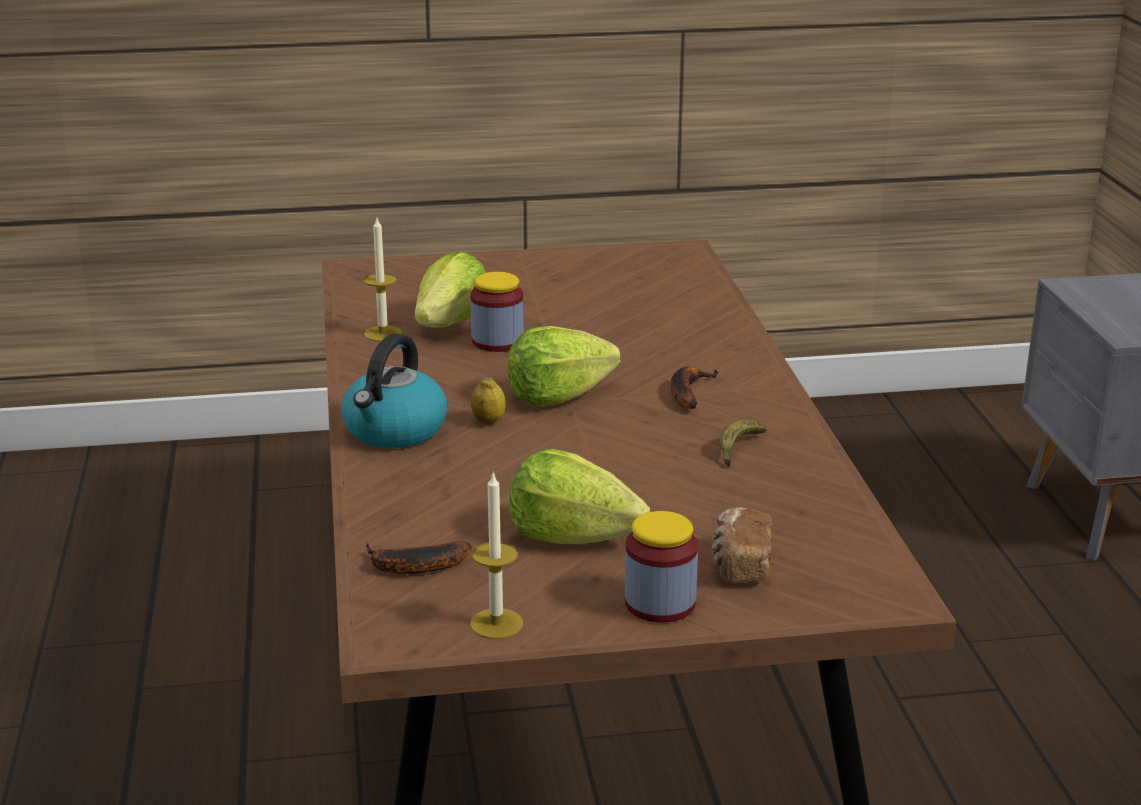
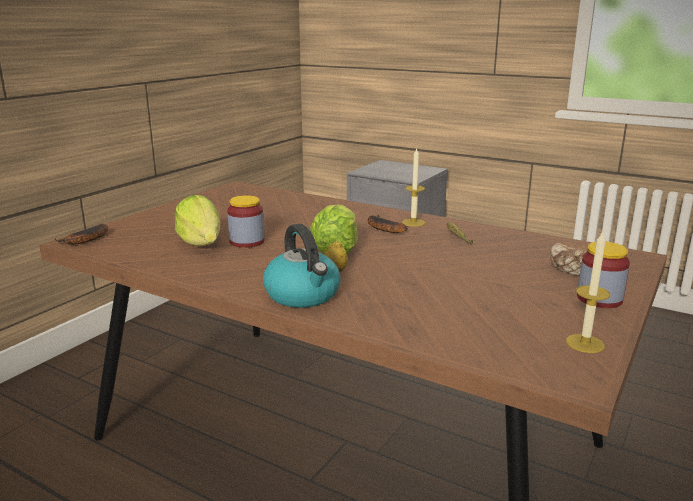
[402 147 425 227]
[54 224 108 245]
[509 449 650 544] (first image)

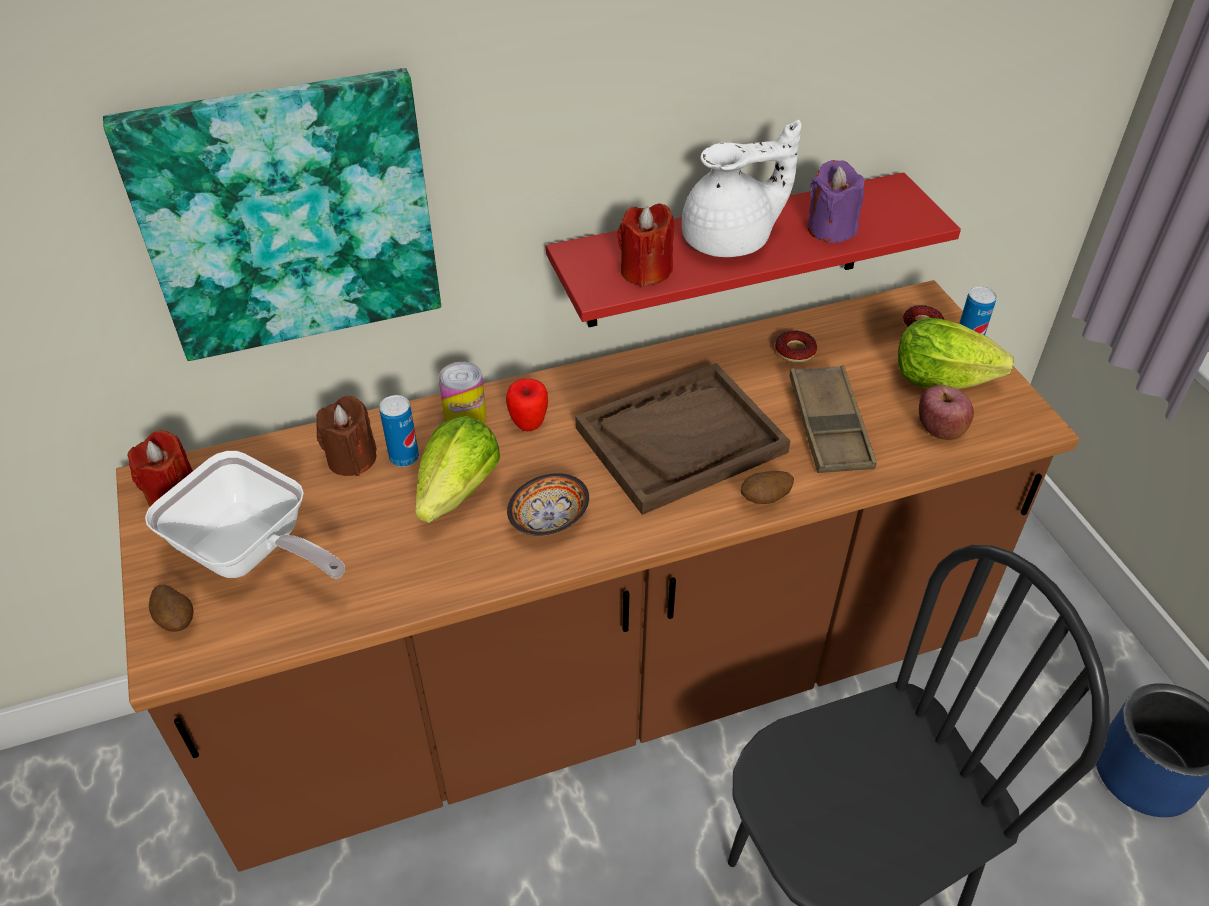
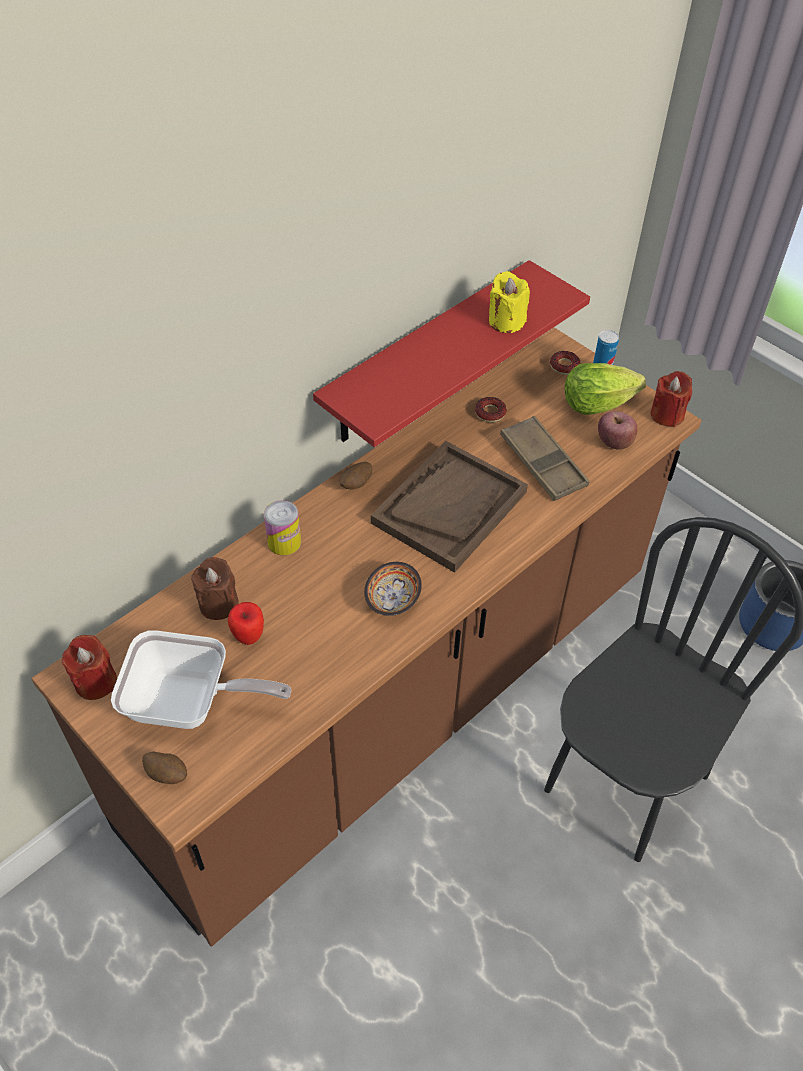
[103 68 441 361] (first image)
[379 395 419 467] (first image)
[415 416 500 523] (first image)
[228 602 264 645]
[651 371 692 427]
[682 120 802 257] (first image)
[339 462 372 490]
[489 271 530 333]

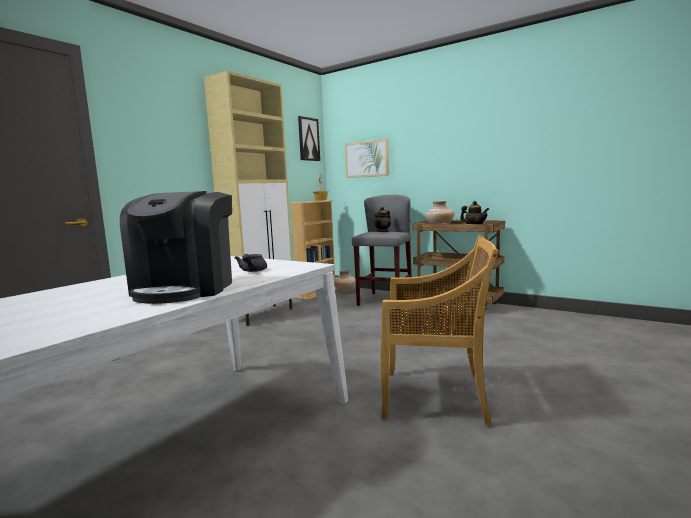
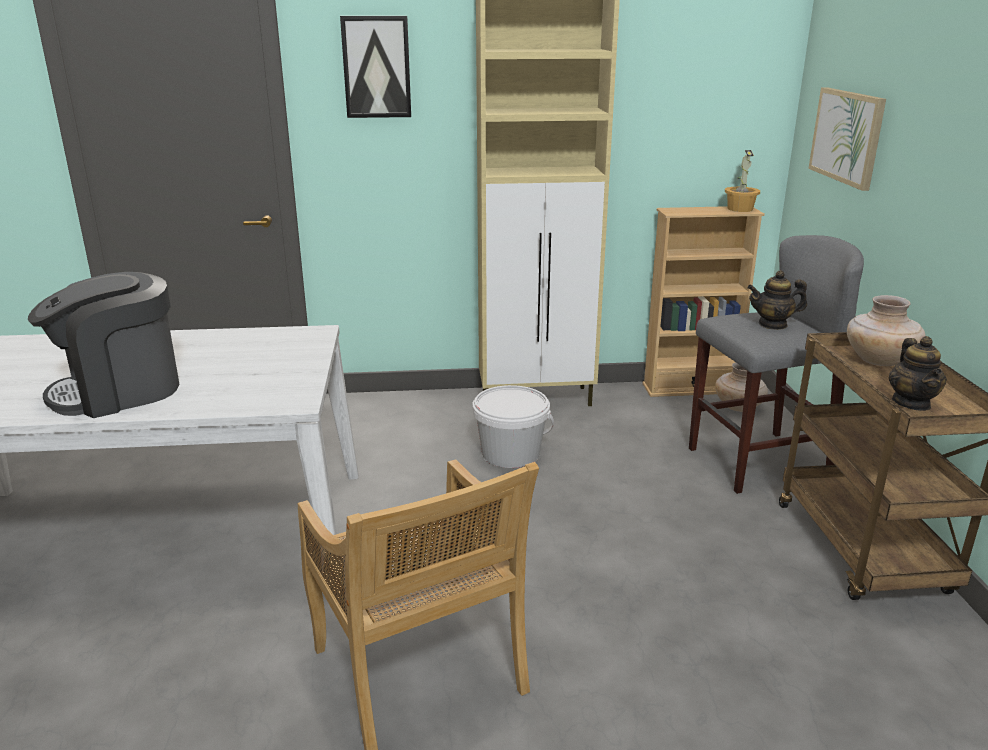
[235 254 267 272] (first image)
[340 16 411 118]
[472 385 554 468]

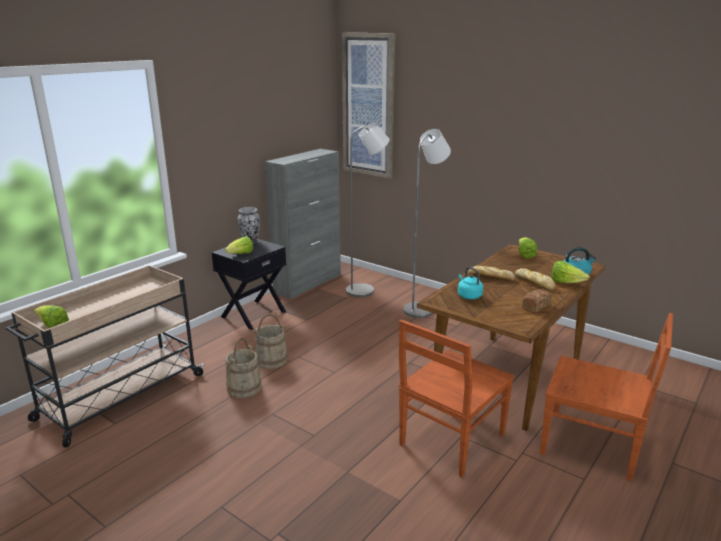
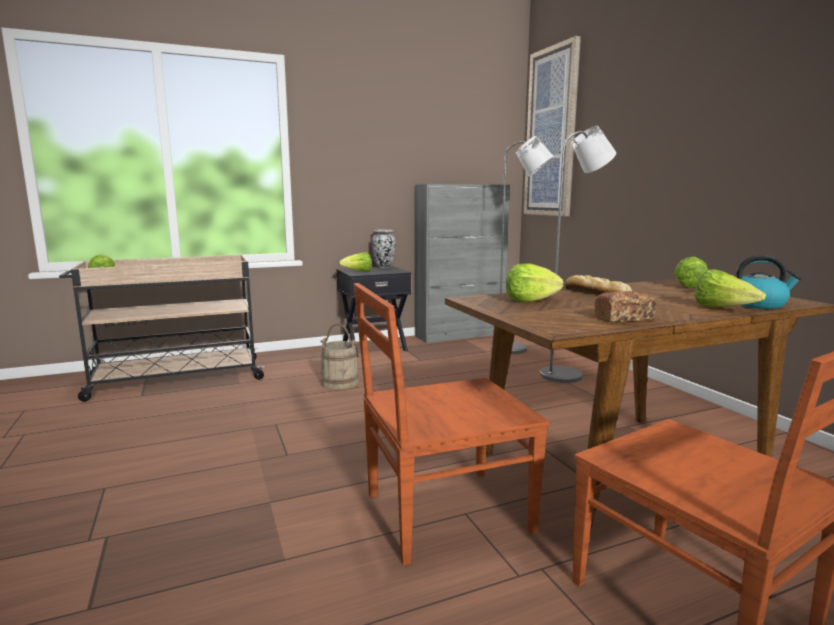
[226 338 261 398] (first image)
[506 264 563 302]
[515 268 555 290] (first image)

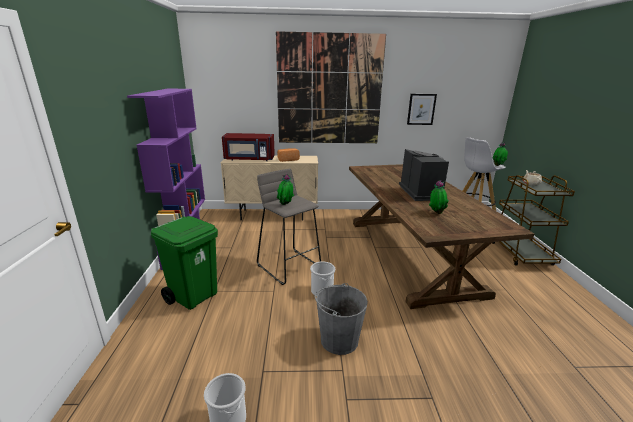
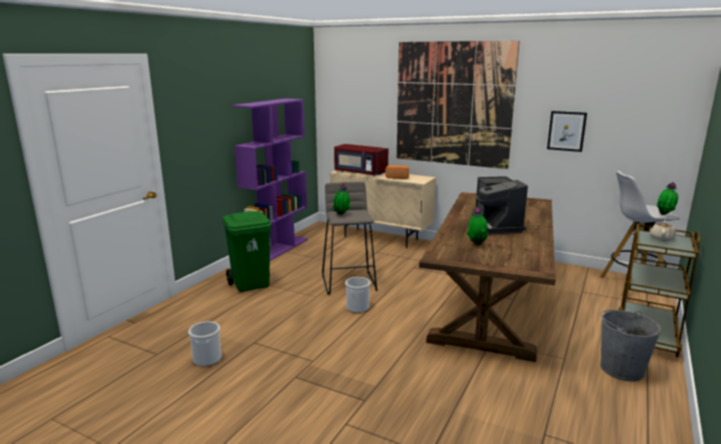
[600 310 661 382]
[473 176 528 234]

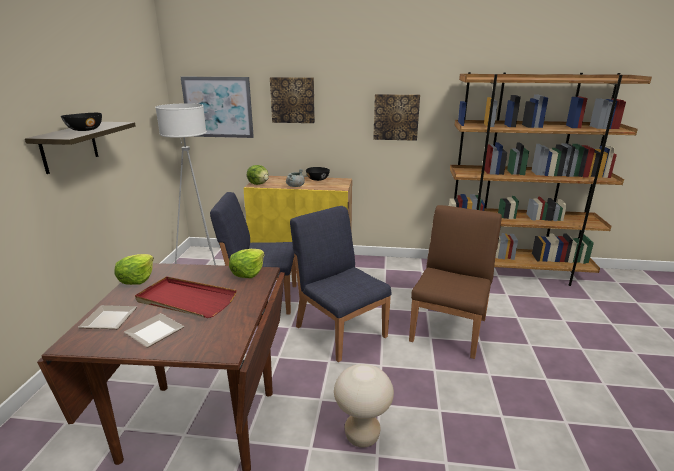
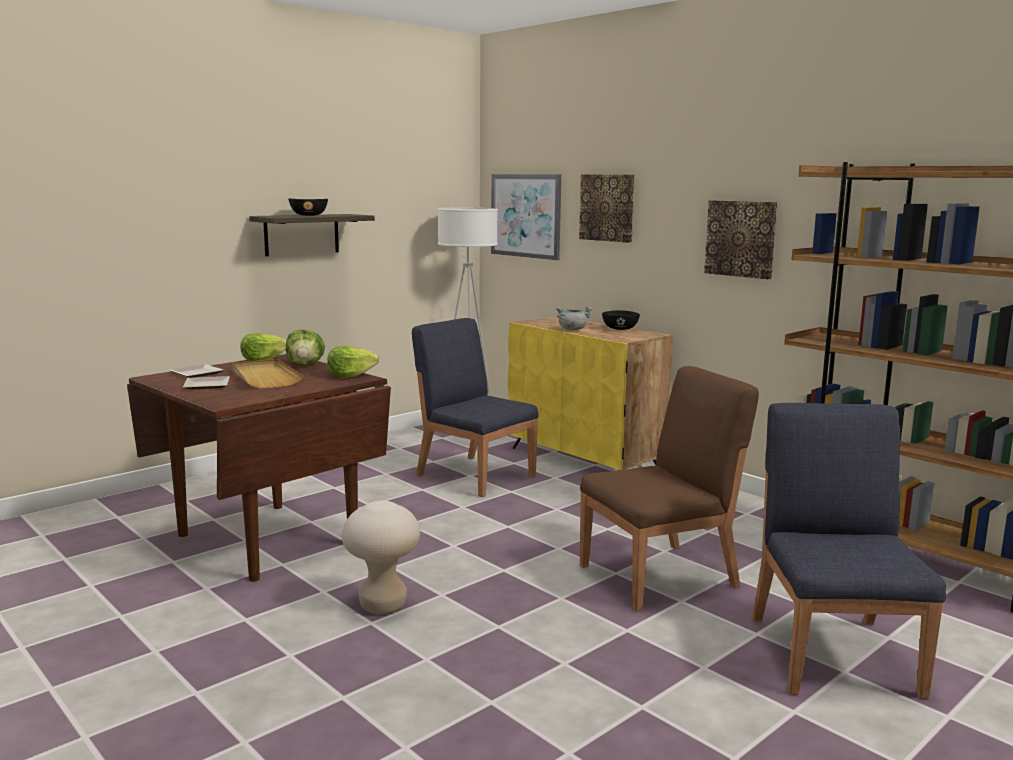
[233 359 303 388]
[286 329 325 366]
[753 403 946 699]

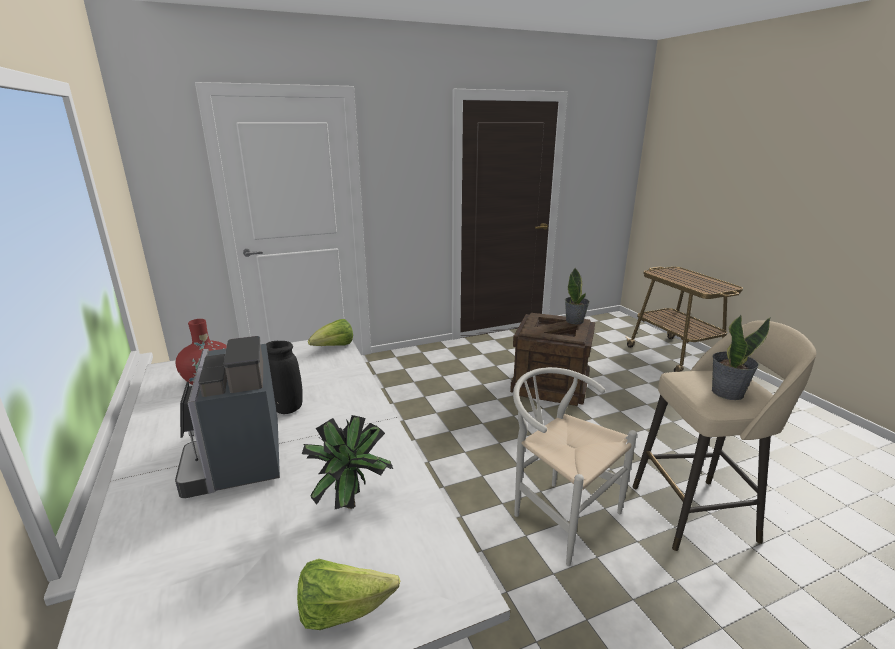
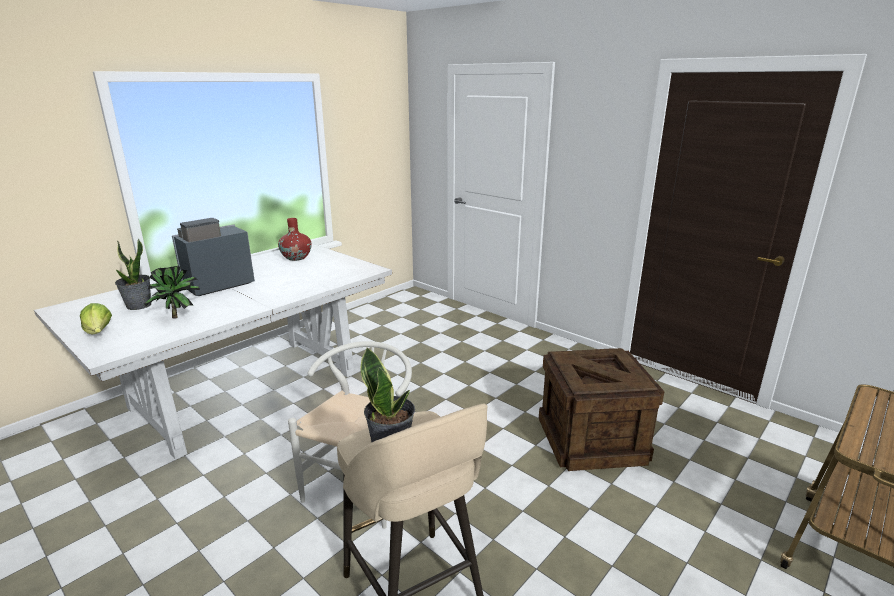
[266 341 303 414] (first image)
[308 319 353 346] (first image)
[115 238 151 310]

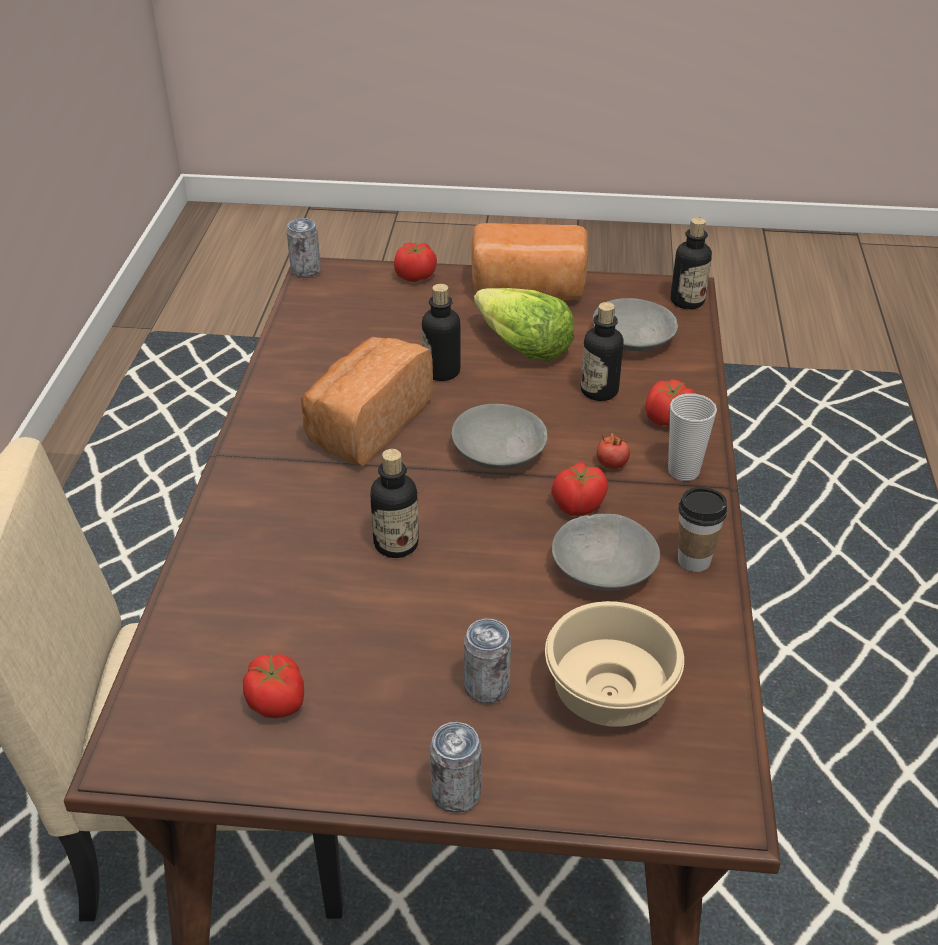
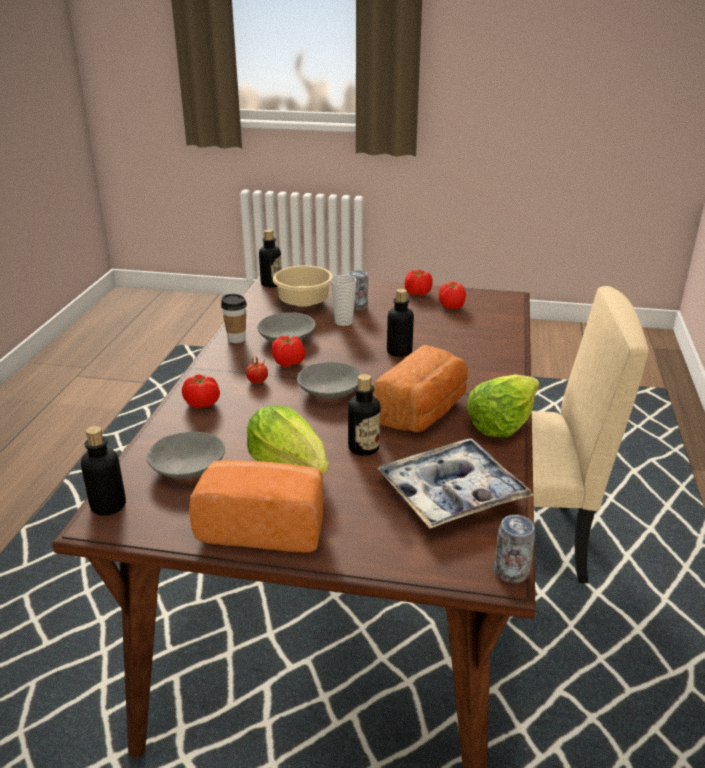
[404 270 433 296]
[430 722 481 813] (first image)
[259 229 282 287]
[331 275 357 326]
[378 438 533 528]
[467 374 540 437]

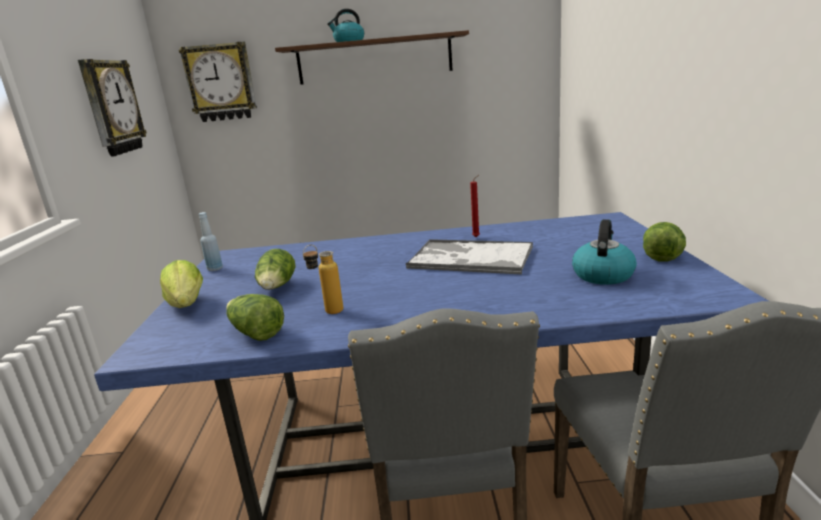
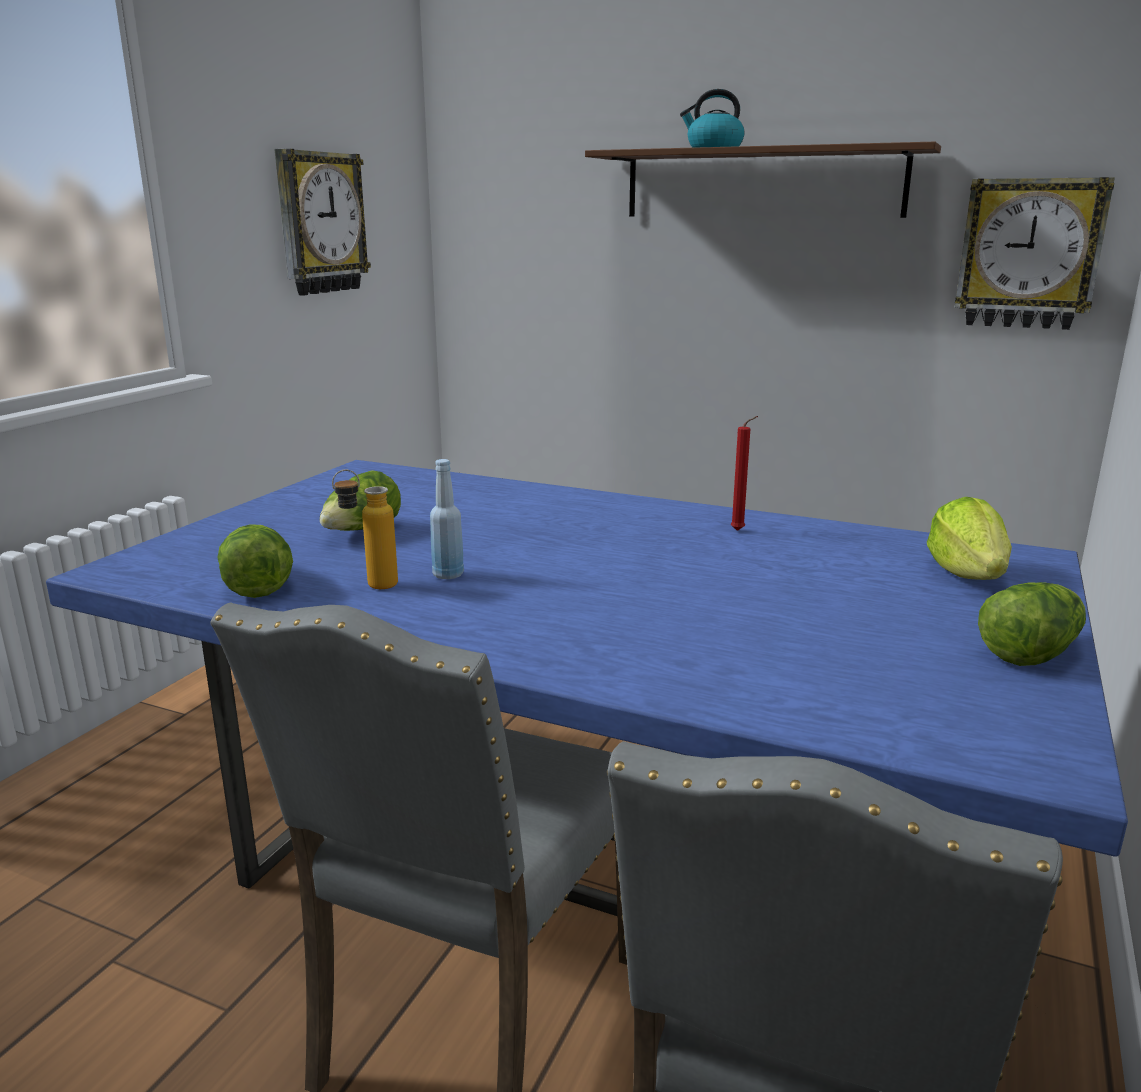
[927 497 1012 580]
[955 177 1115 330]
[430 459 464 579]
[406 239 533 275] (first image)
[572 219 637 285] (first image)

